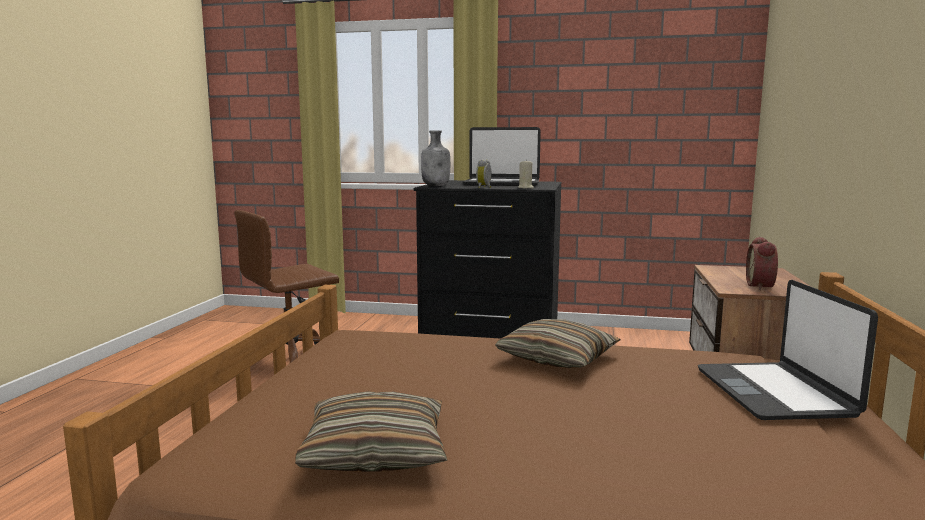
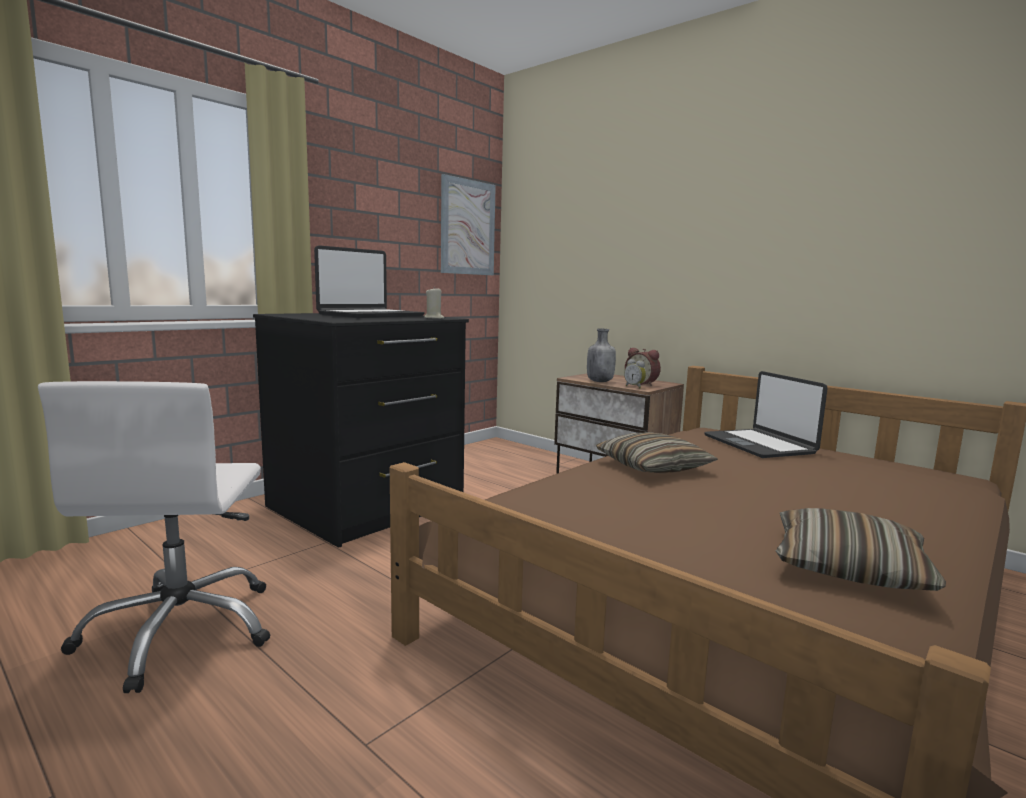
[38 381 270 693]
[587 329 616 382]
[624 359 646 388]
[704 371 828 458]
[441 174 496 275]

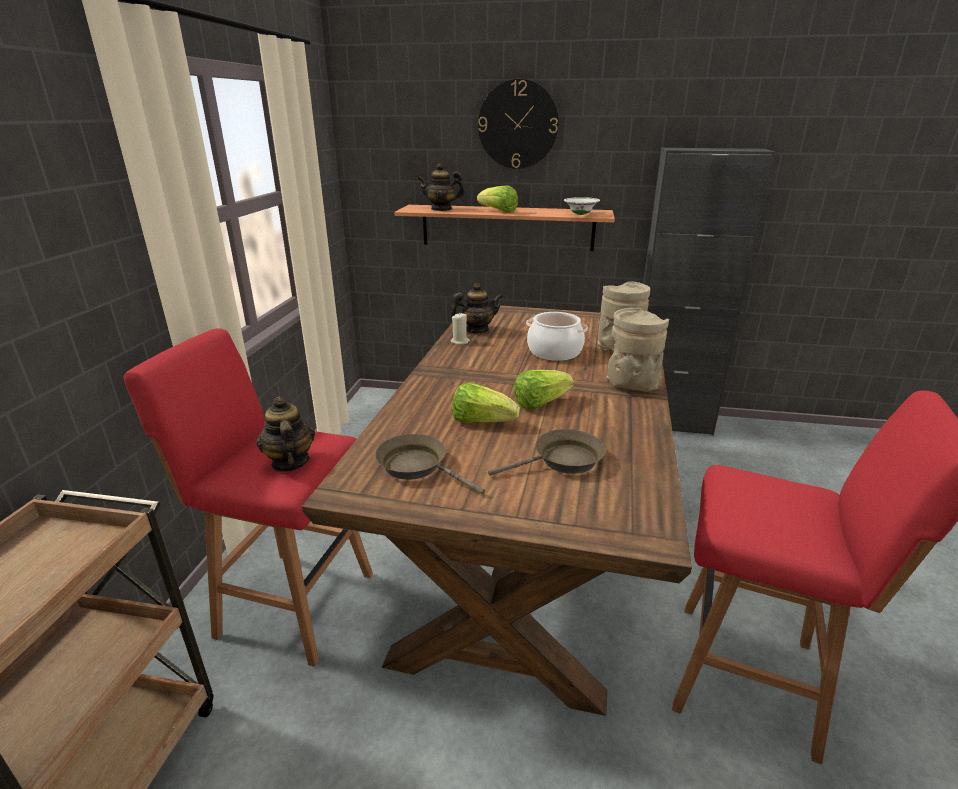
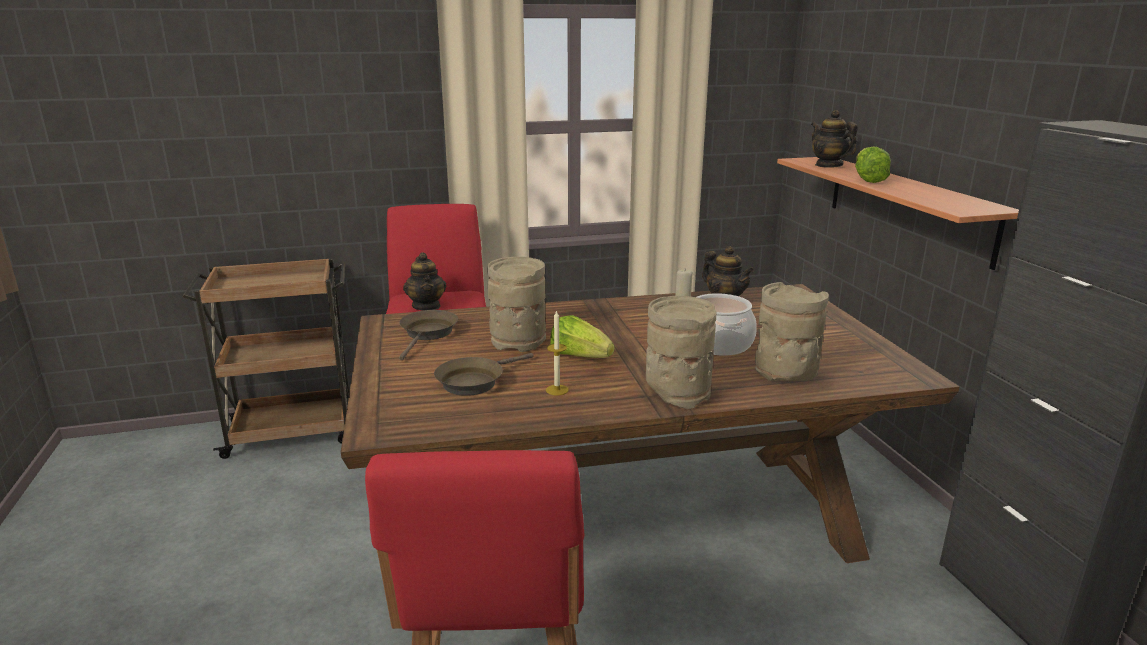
[403 252 446 311]
[487 257 546 352]
[478 79 559 169] (first image)
[434 353 533 396]
[564 197 600 215] (first image)
[546 310 569 395]

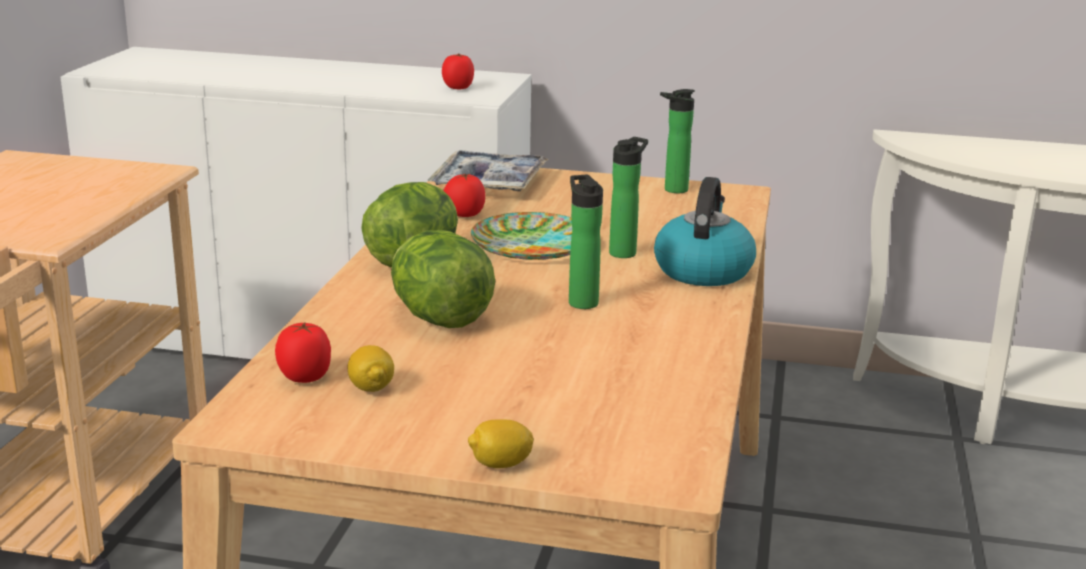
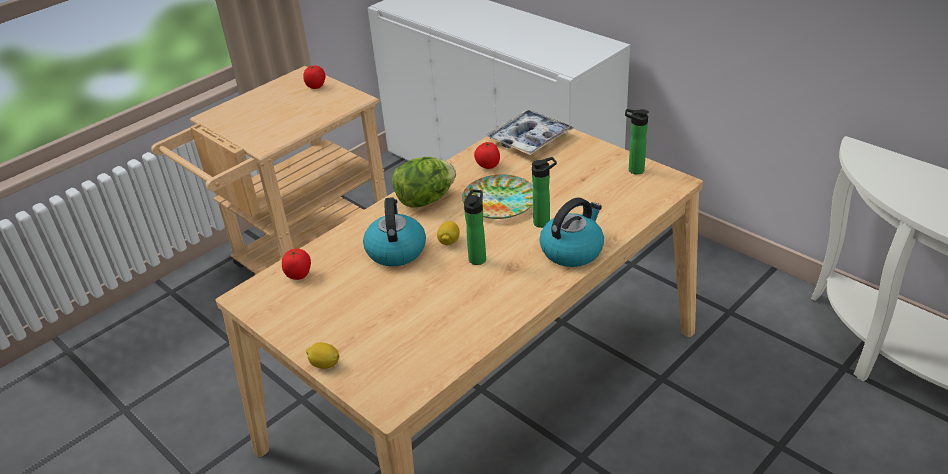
[437 221 460 245]
[363 197 426 266]
[303 65 325 89]

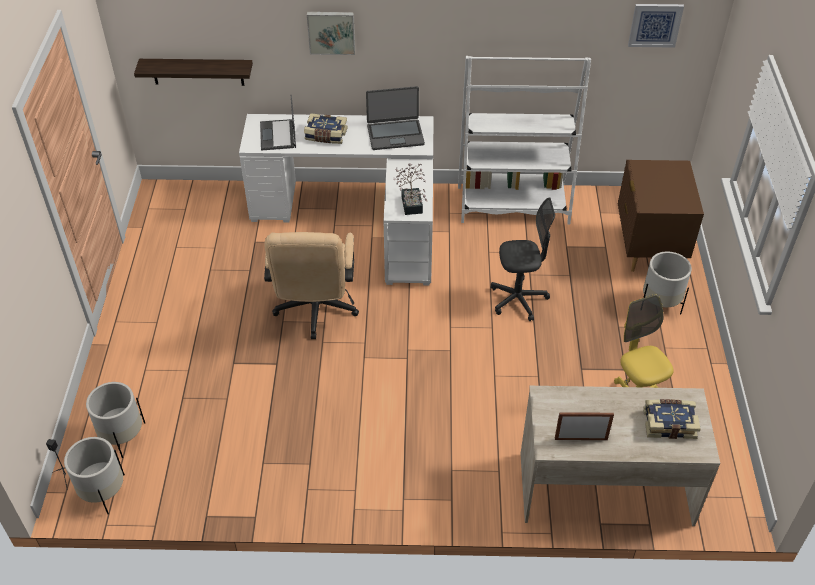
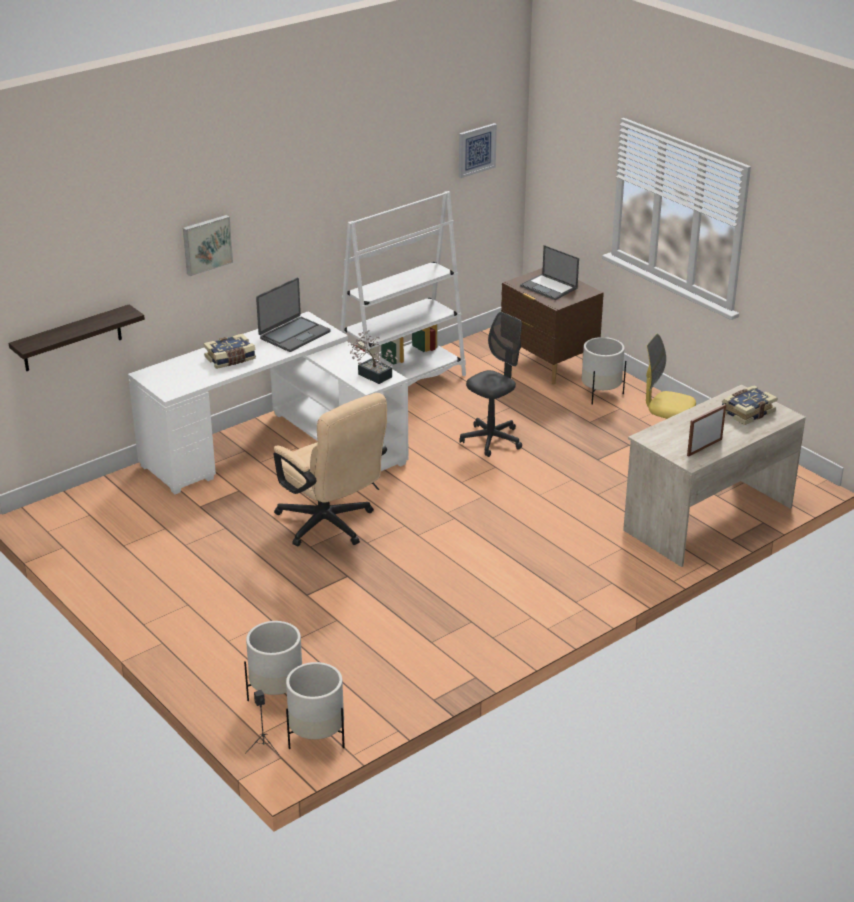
[520 245 579 300]

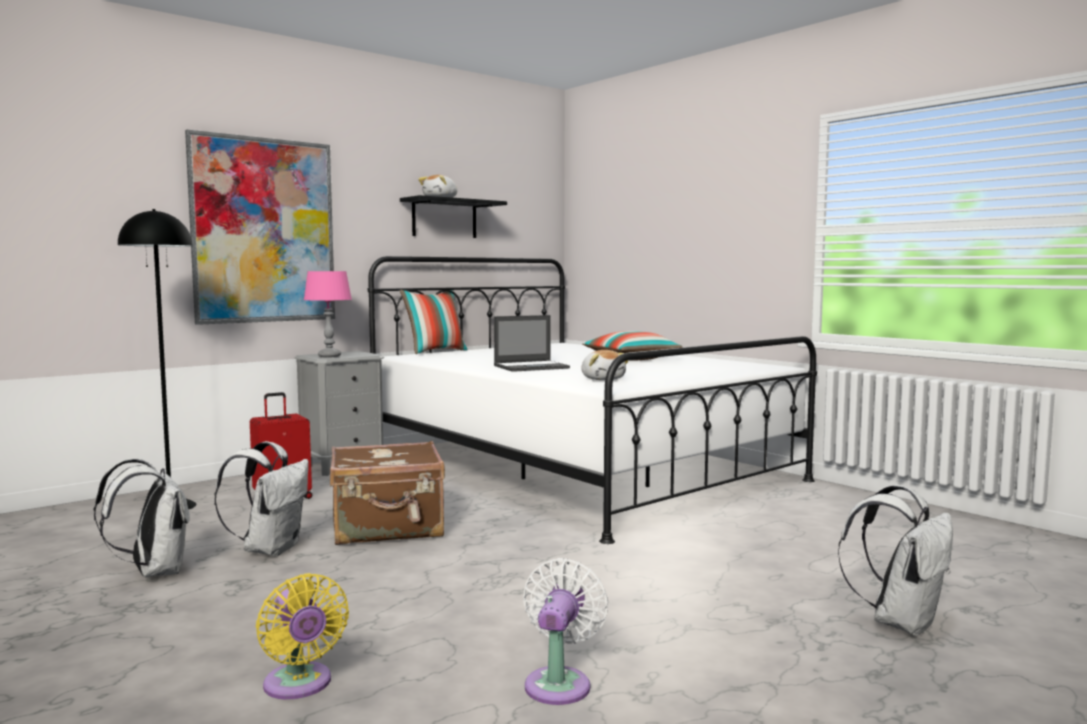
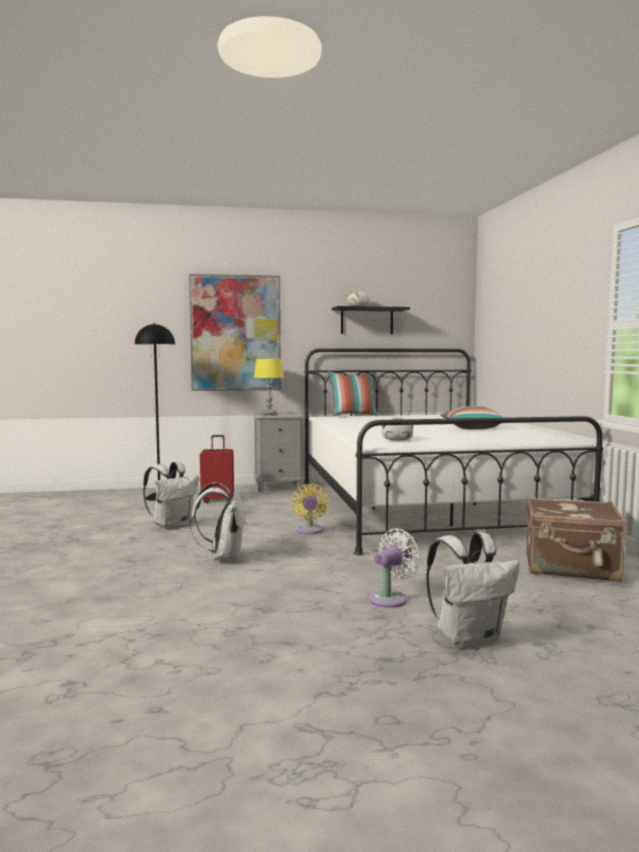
[190 482 247 562]
[291 483 329 534]
[254 359 284 415]
[526 497 627 582]
[494 315 570 372] (first image)
[369 528 421 608]

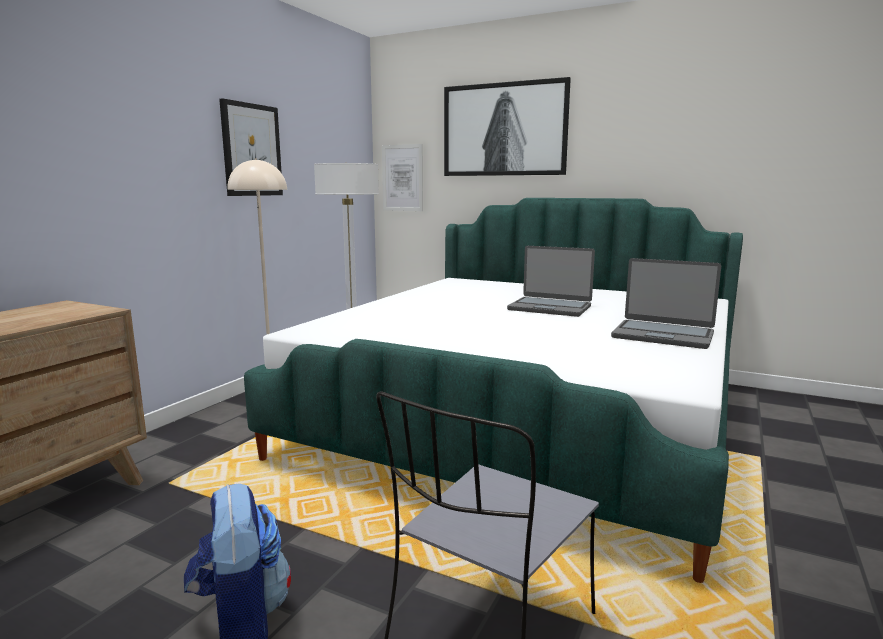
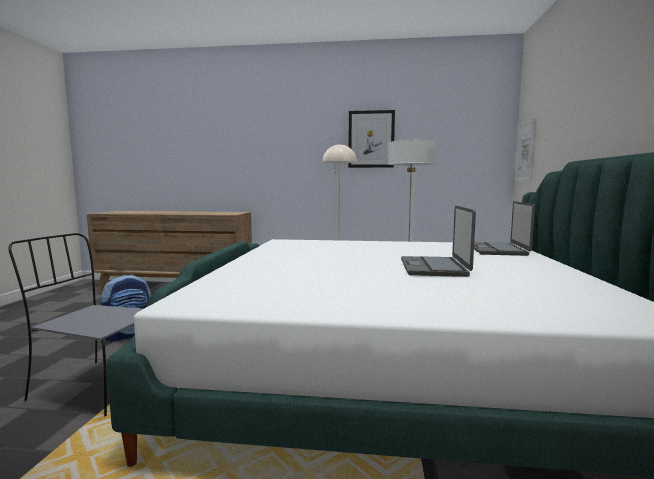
[444 77 571 176] (first image)
[474 201 535 256]

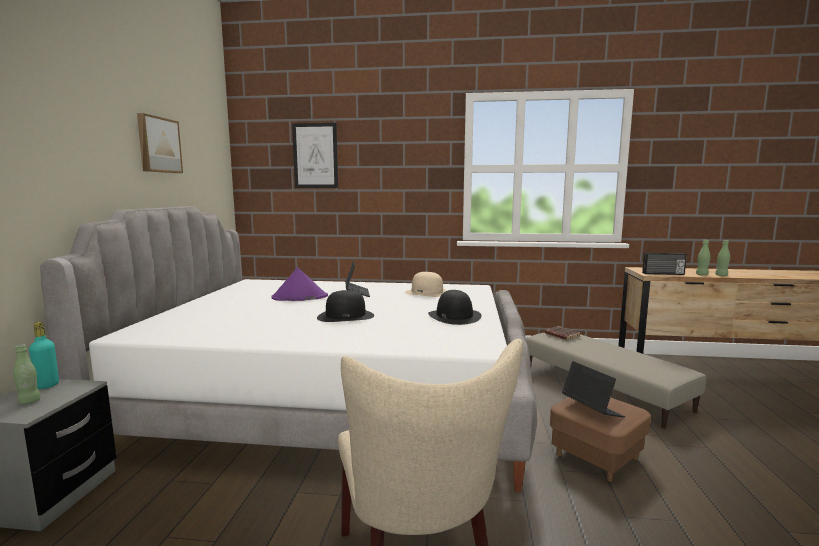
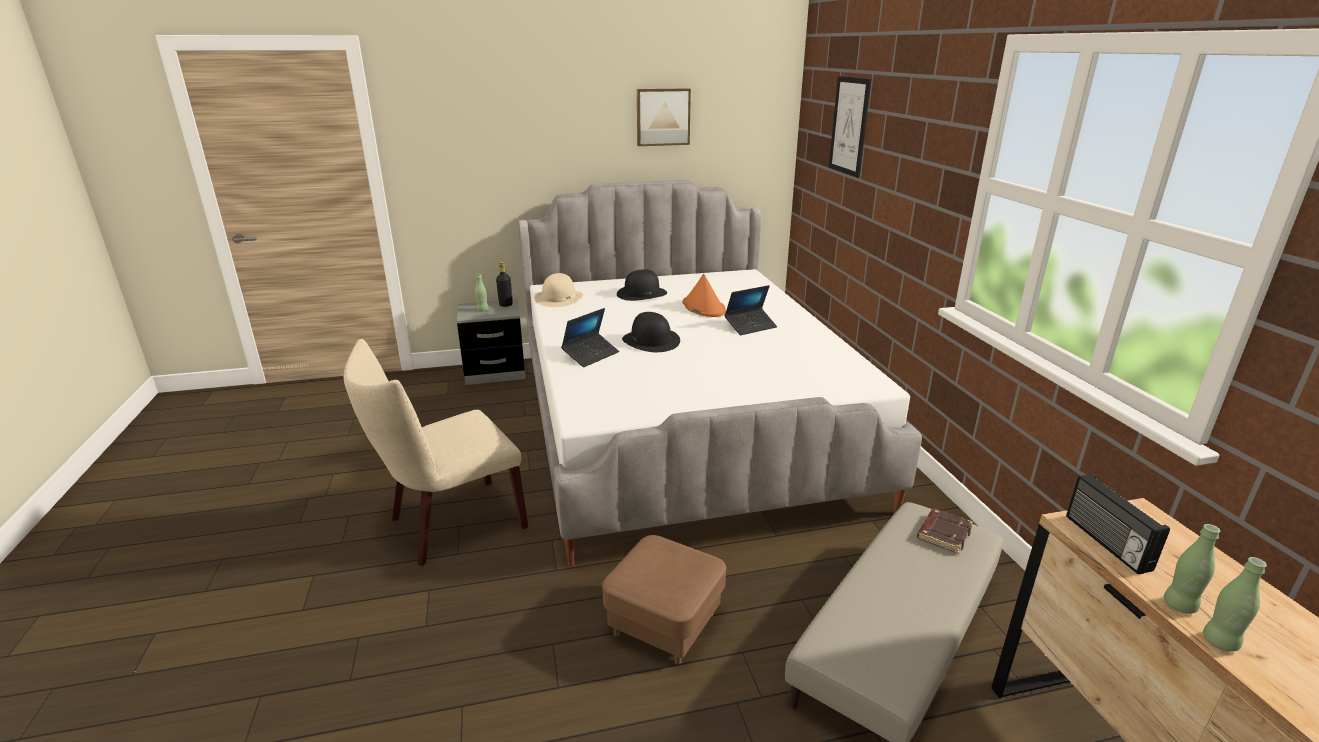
[496 262 513 307]
[682 274 726 317]
[534 273 583 307]
[617 269 667 301]
[561 308 619 367]

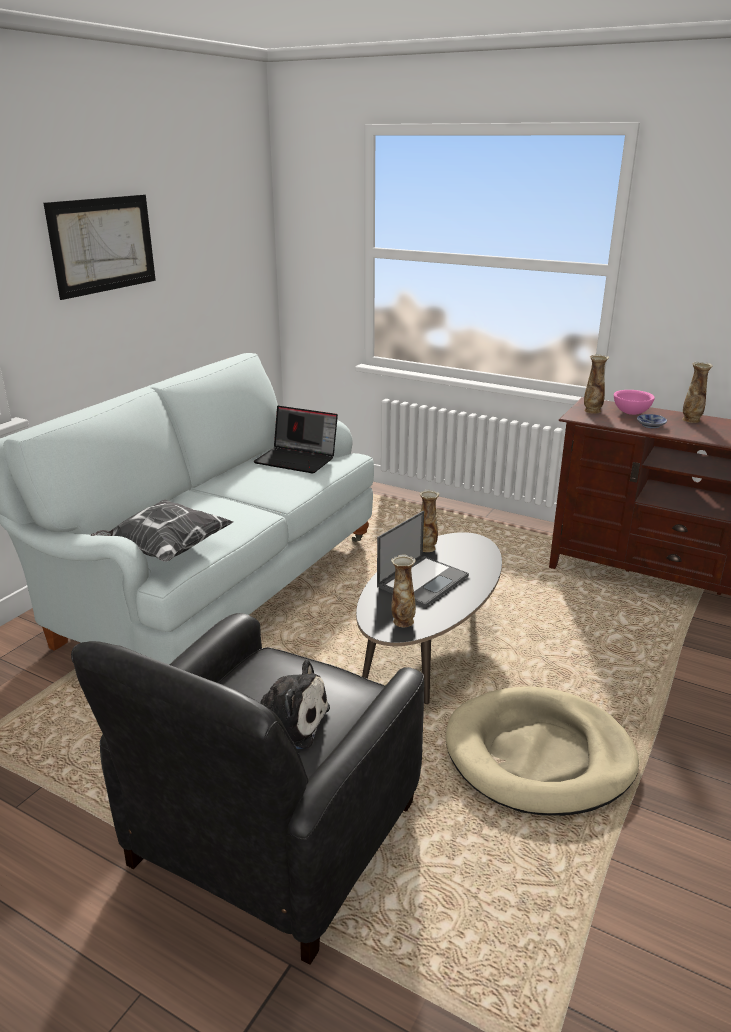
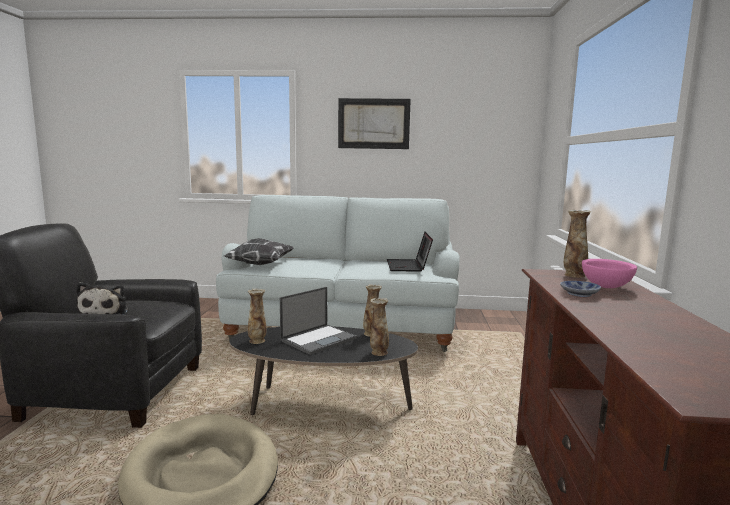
[280 287 357 355]
[370 298 389 356]

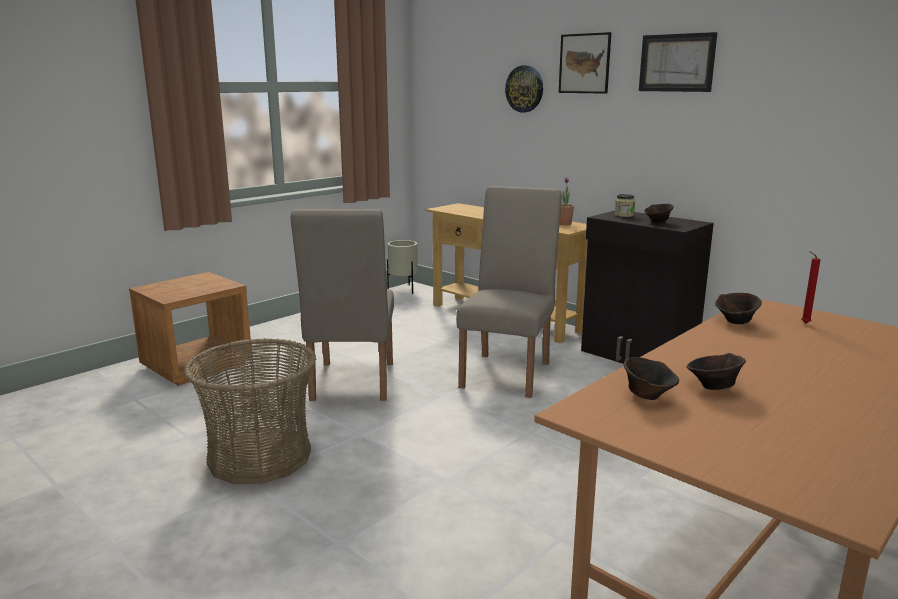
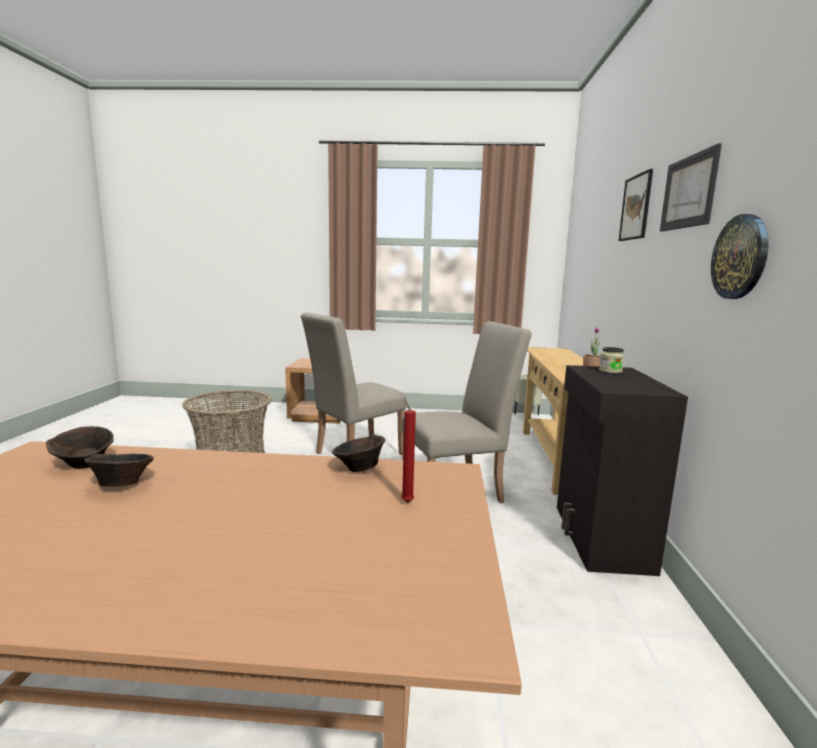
[711 214 768 299]
[644 204 674 223] (first image)

